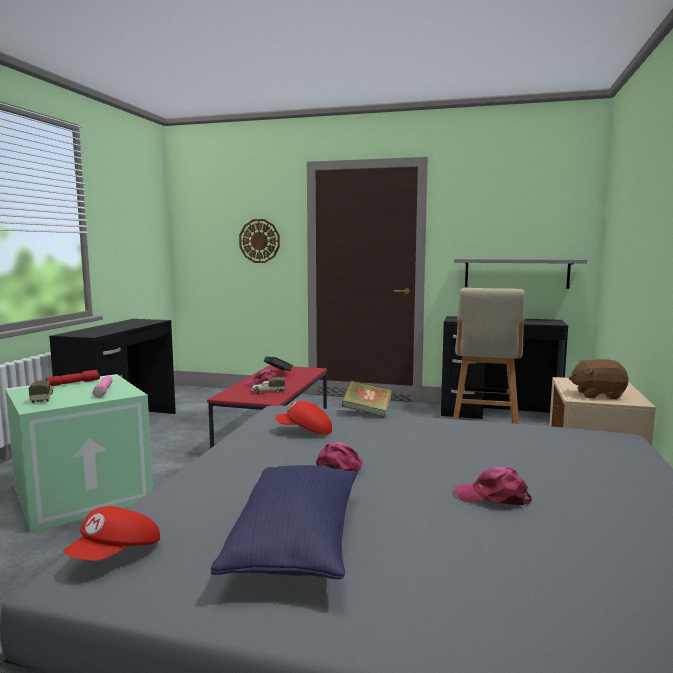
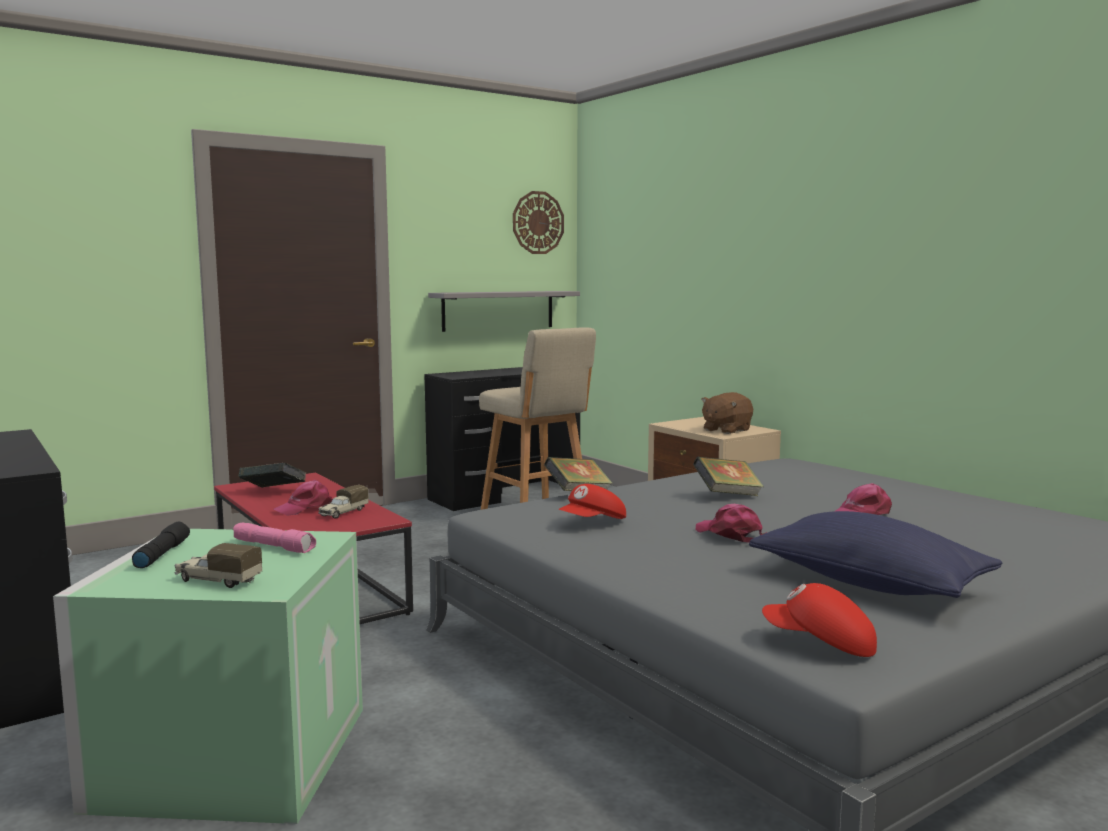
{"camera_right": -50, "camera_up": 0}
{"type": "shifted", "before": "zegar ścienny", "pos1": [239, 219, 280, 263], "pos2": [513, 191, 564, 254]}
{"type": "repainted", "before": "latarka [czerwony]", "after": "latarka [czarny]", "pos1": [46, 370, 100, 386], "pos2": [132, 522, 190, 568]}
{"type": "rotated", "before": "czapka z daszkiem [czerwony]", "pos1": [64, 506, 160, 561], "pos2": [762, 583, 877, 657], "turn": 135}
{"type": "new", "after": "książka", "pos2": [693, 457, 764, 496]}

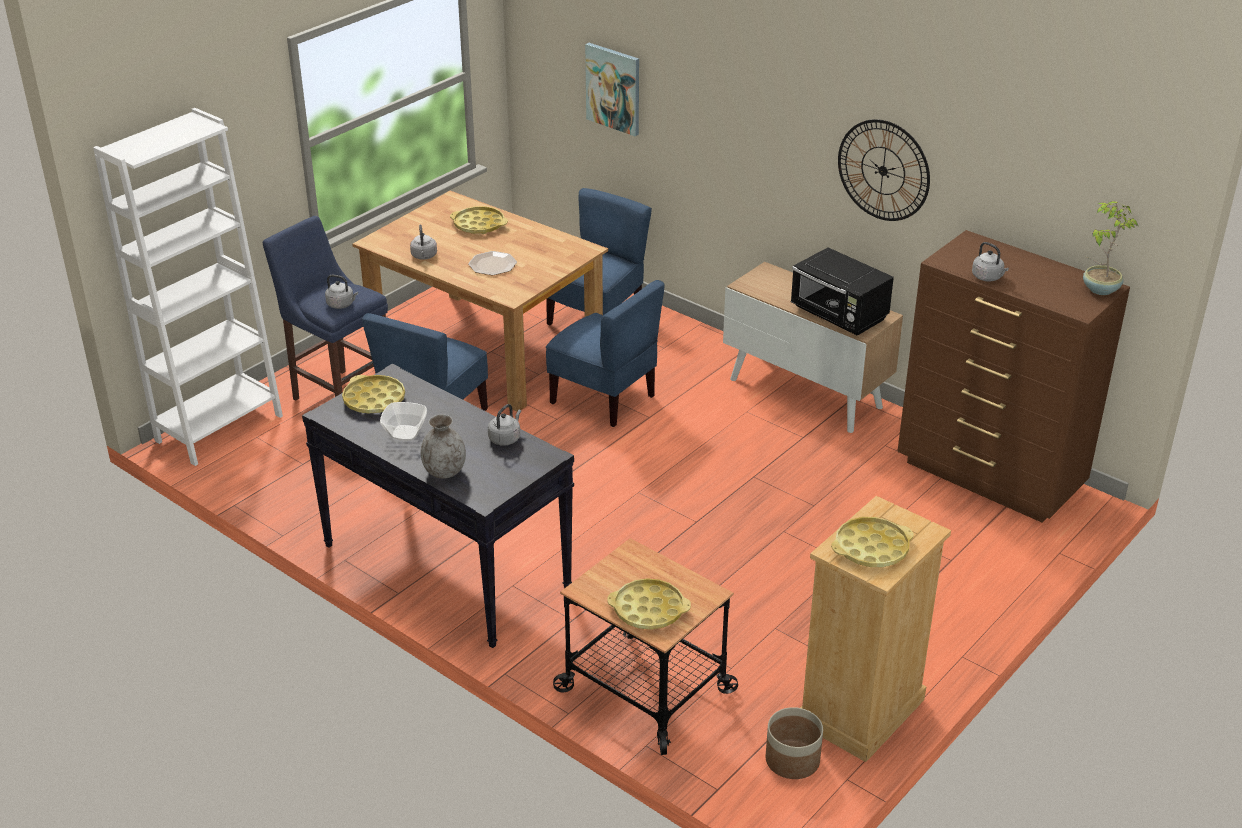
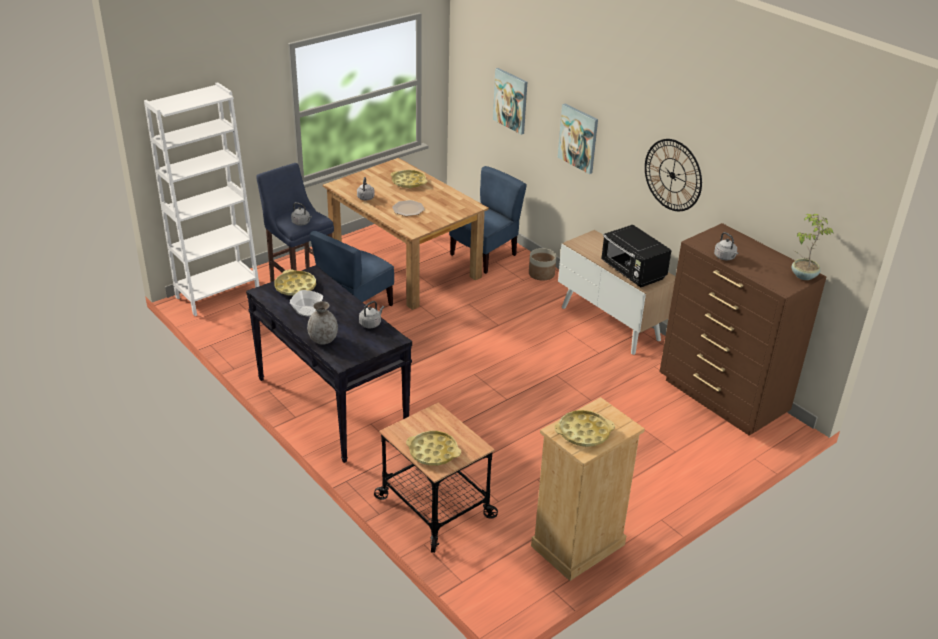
{"camera_right": 10, "camera_up": 0}
{"type": "gone", "before": "krzesło [niebieski]", "pos1": [546, 280, 665, 427]}
{"type": "shifted", "before": "donica", "pos1": [765, 707, 823, 779], "pos2": [529, 248, 557, 281]}
{"type": "new", "after": "obraz", "pos2": [558, 104, 598, 174]}

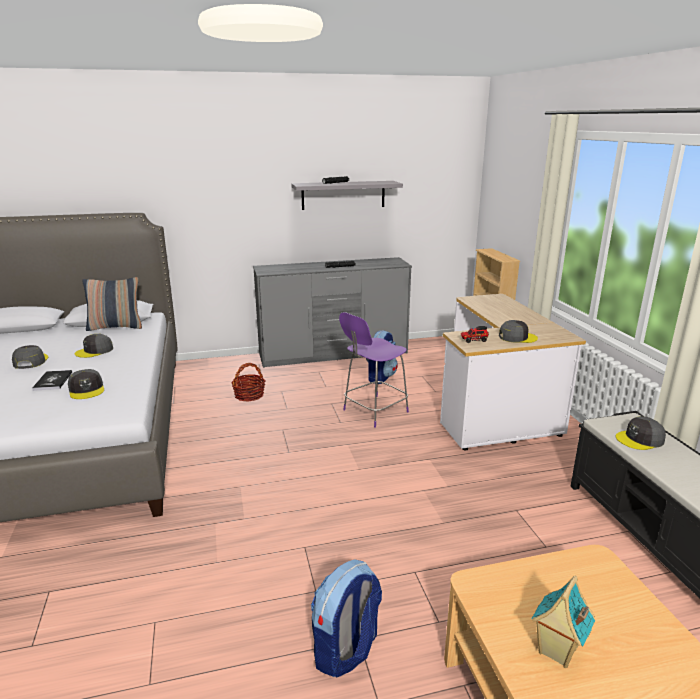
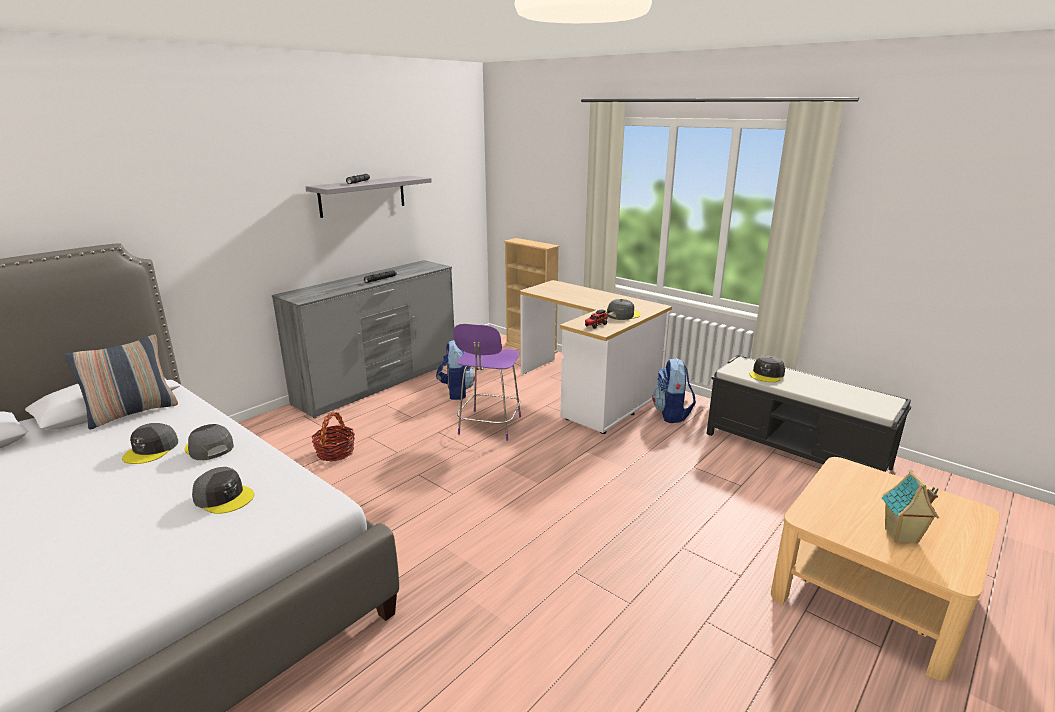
{"camera_right": -35, "camera_up": 0}
{"type": "shifted", "before": "czapka z daszkiem [szary]", "pos1": [12, 345, 48, 369], "pos2": [184, 424, 234, 460]}
{"type": "gone", "before": "książka", "pos1": [32, 370, 72, 391]}
{"type": "shifted", "before": "plecak", "pos1": [311, 559, 382, 677], "pos2": [652, 358, 696, 423]}

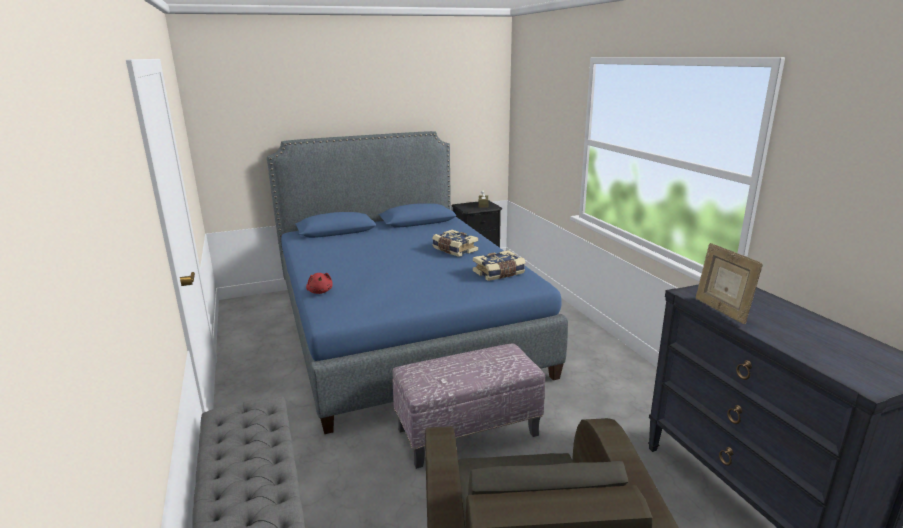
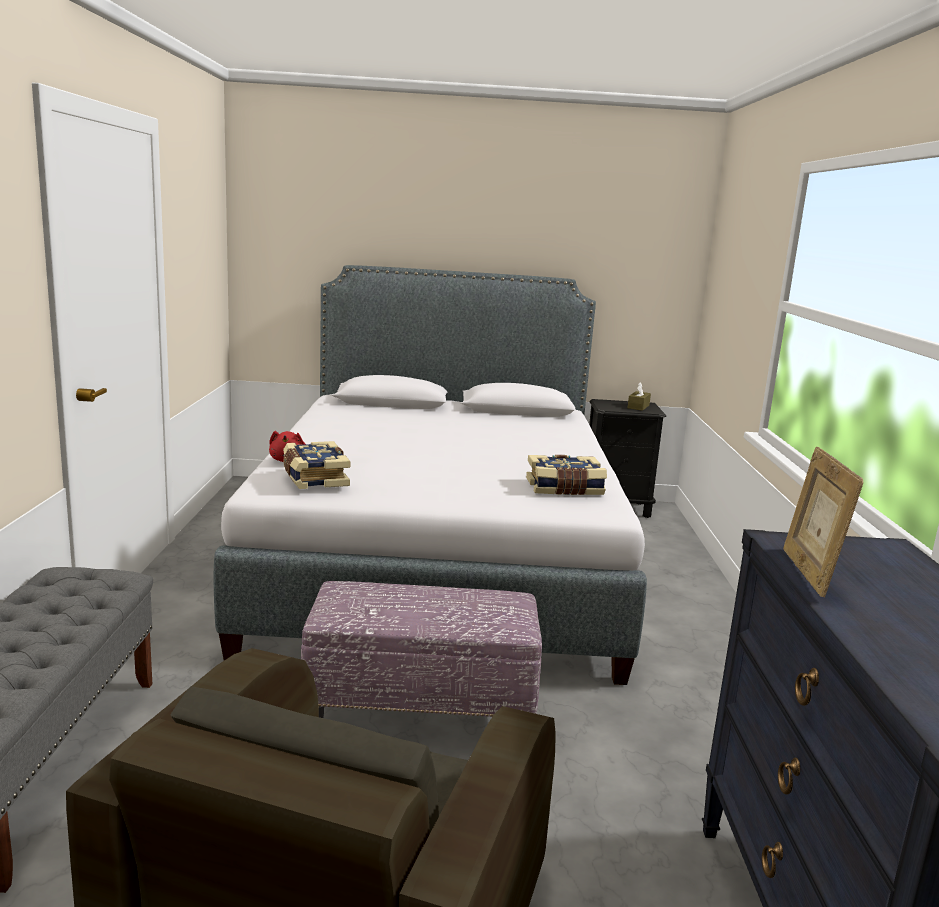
{"camera_right": 20, "camera_up": -5}
{"type": "repainted", "before": "łóżko [niebieski]", "after": "łóżko [szary]", "pos1": [267, 131, 568, 434], "pos2": [214, 265, 647, 685]}
{"type": "shifted", "before": "książka", "pos1": [432, 230, 478, 257], "pos2": [283, 441, 350, 489]}

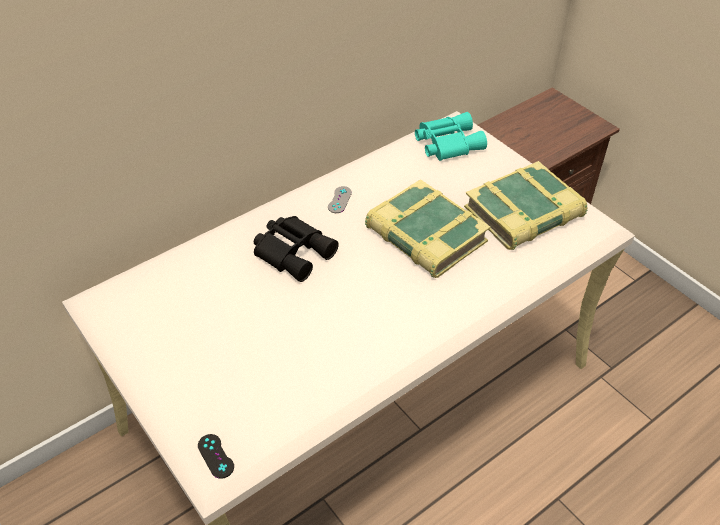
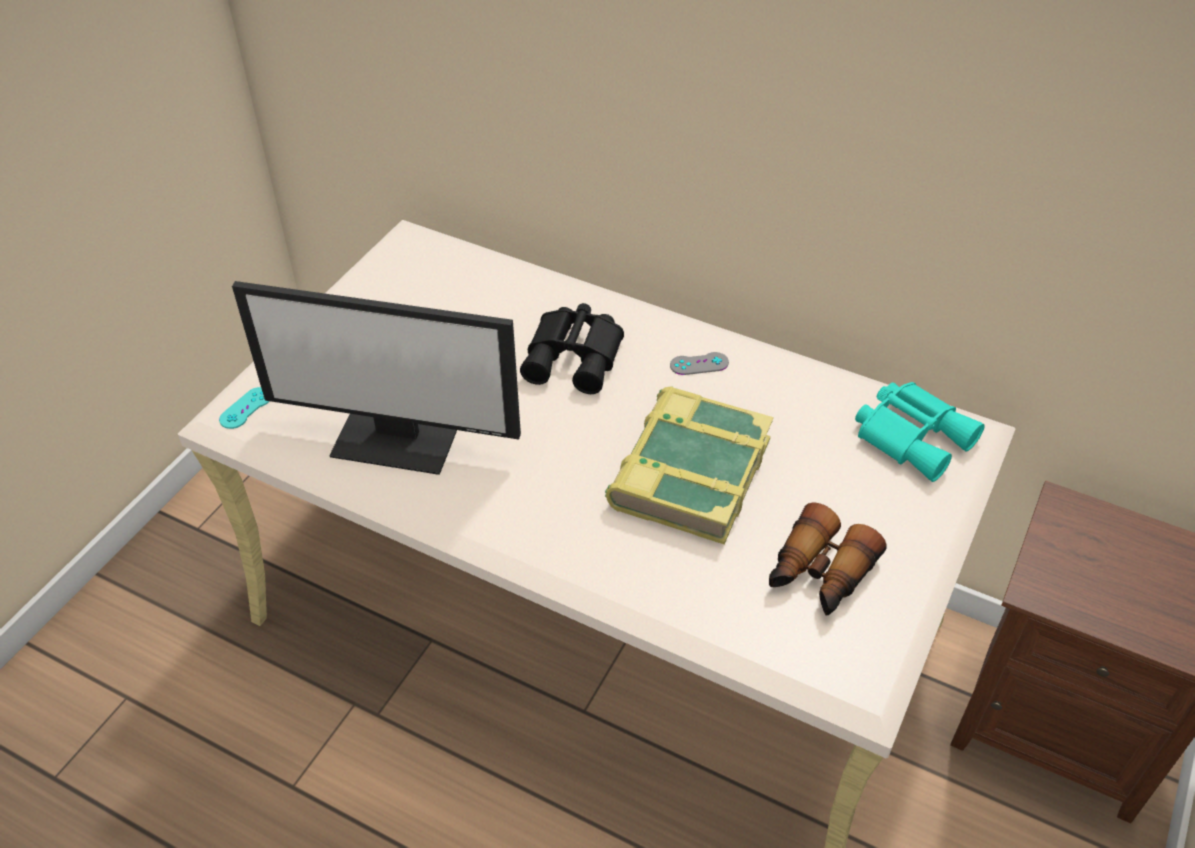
{"camera_right": 65, "camera_up": 0}
{"type": "swapped", "before": "książka", "after": "lornetka", "pos1": [464, 161, 588, 250], "pos2": [769, 502, 887, 615]}
{"type": "repainted", "before": "pad do gier [czarny]", "after": "pad do gier [turkusowy]", "pos1": [198, 434, 234, 479], "pos2": [219, 387, 270, 429]}
{"type": "new", "after": "monitor", "pos2": [232, 281, 521, 475]}

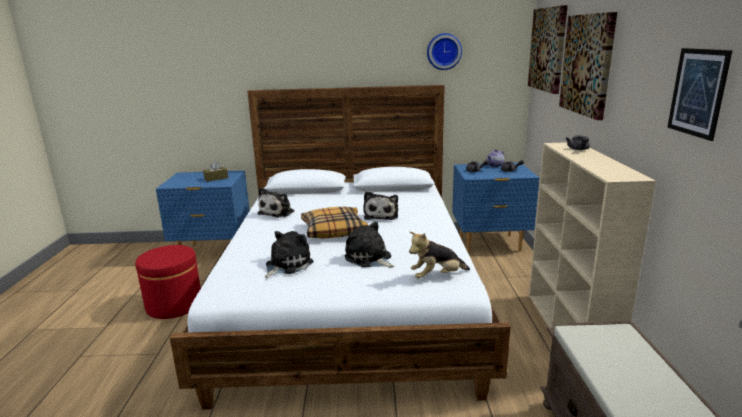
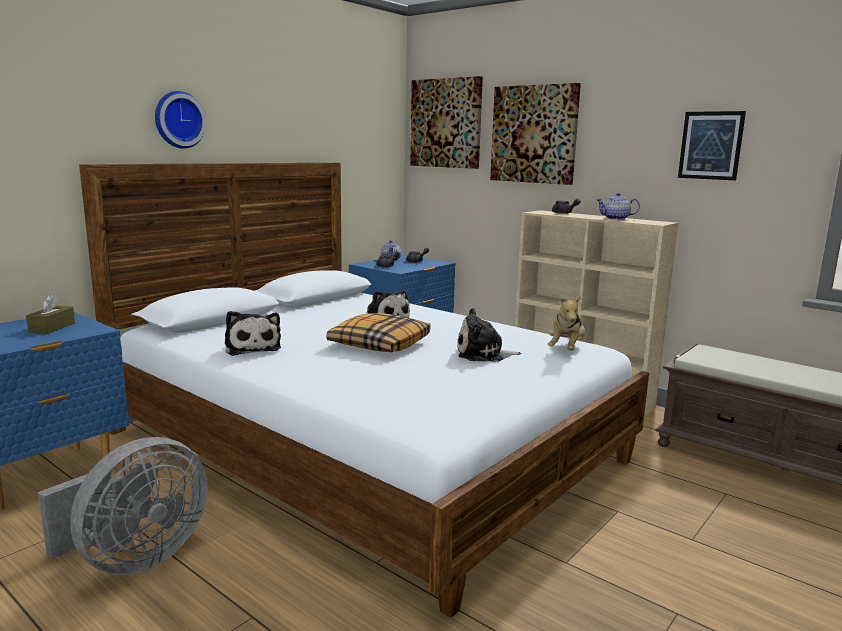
{"camera_right": -50, "camera_up": -5}
{"type": "shifted", "before": "zegar ścienny", "pos1": [427, 33, 462, 70], "pos2": [155, 91, 206, 149]}
{"type": "gone", "before": "pluszak", "pos1": [265, 231, 314, 278]}
{"type": "swapped", "before": "pufa [czerwony]", "after": "wentylator [szary]", "pos1": [135, 245, 201, 319], "pos2": [38, 437, 208, 575]}
{"type": "new", "after": "imbryk", "pos2": [596, 193, 640, 220]}

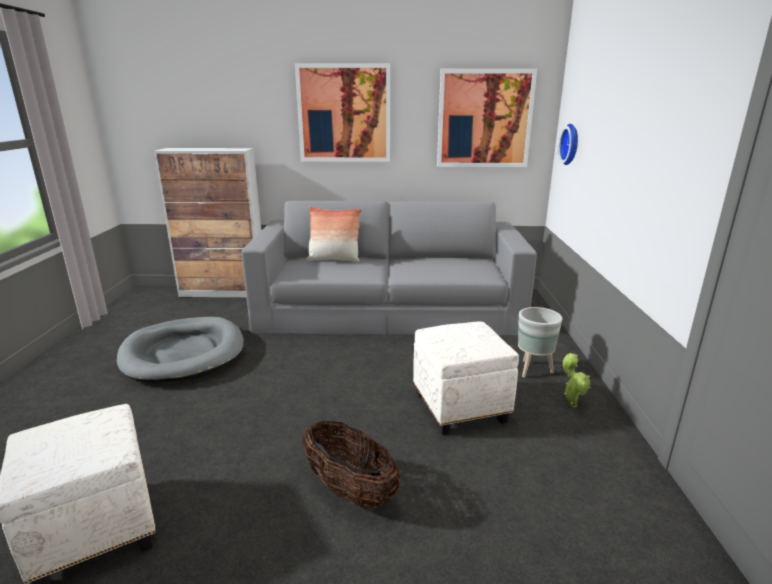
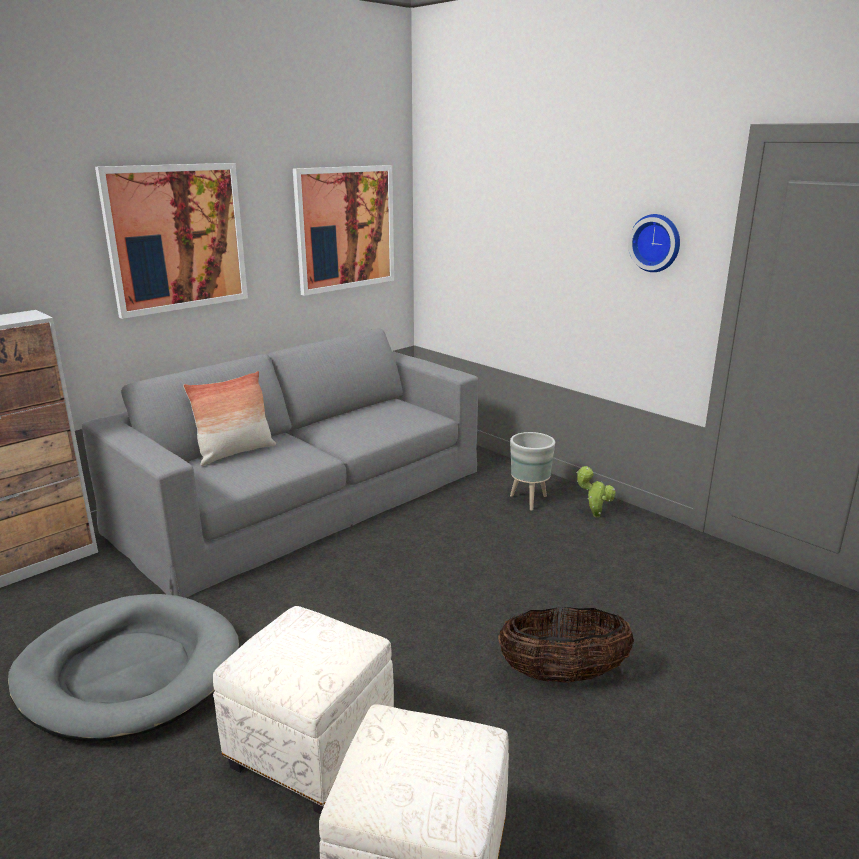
{"camera_right": -45, "camera_up": 0}
{"type": "shifted", "before": "zegar ścienny", "pos1": [559, 124, 578, 165], "pos2": [628, 214, 680, 272]}
{"type": "shifted", "before": "pufa [biały]", "pos1": [413, 321, 519, 435], "pos2": [213, 606, 394, 815]}

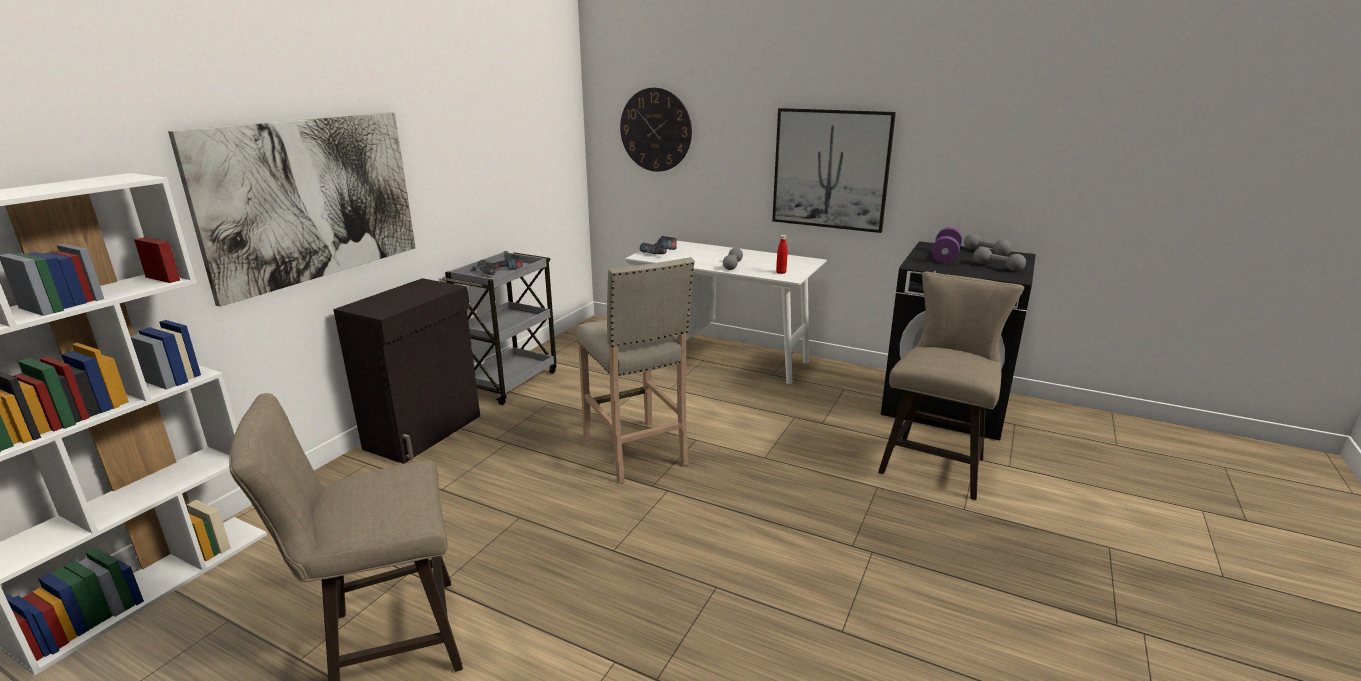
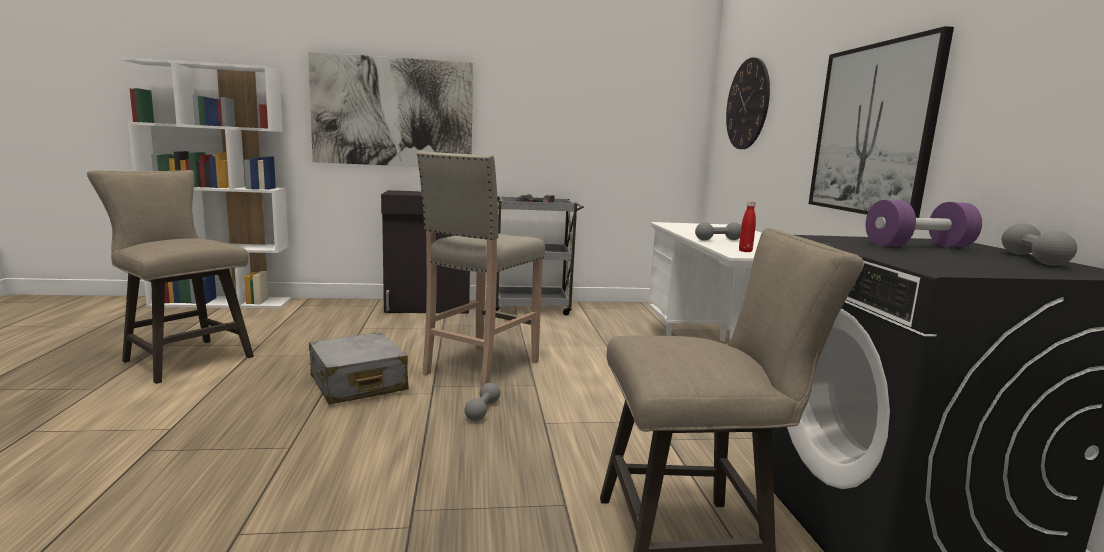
{"camera_right": 55, "camera_up": -10}
{"type": "gone", "before": "wiertarka", "pos1": [639, 236, 677, 254]}
{"type": "shifted", "before": "hantel [szary]", "pos1": [973, 247, 1026, 272], "pos2": [465, 383, 500, 421]}
{"type": "new", "after": "walizka [szary]", "pos2": [309, 332, 409, 405]}

